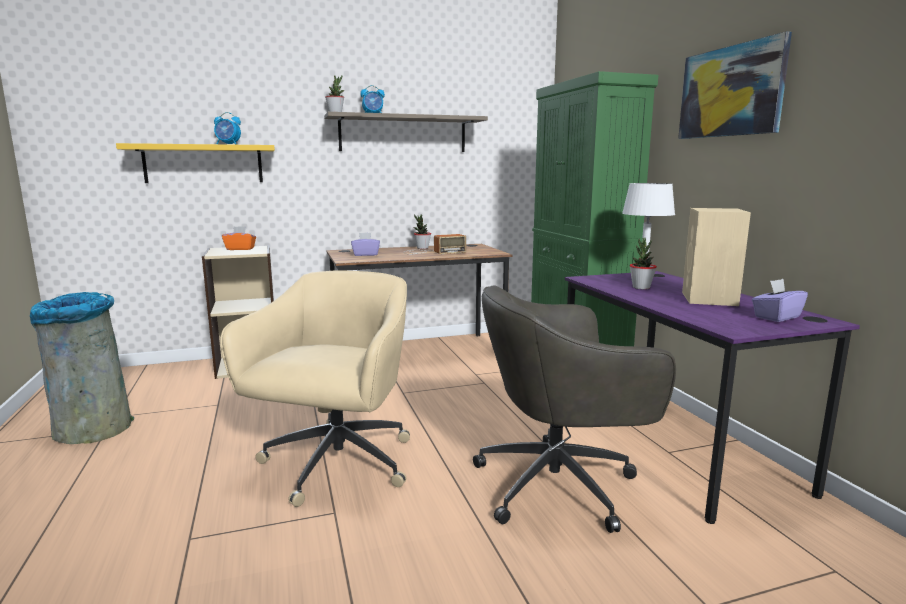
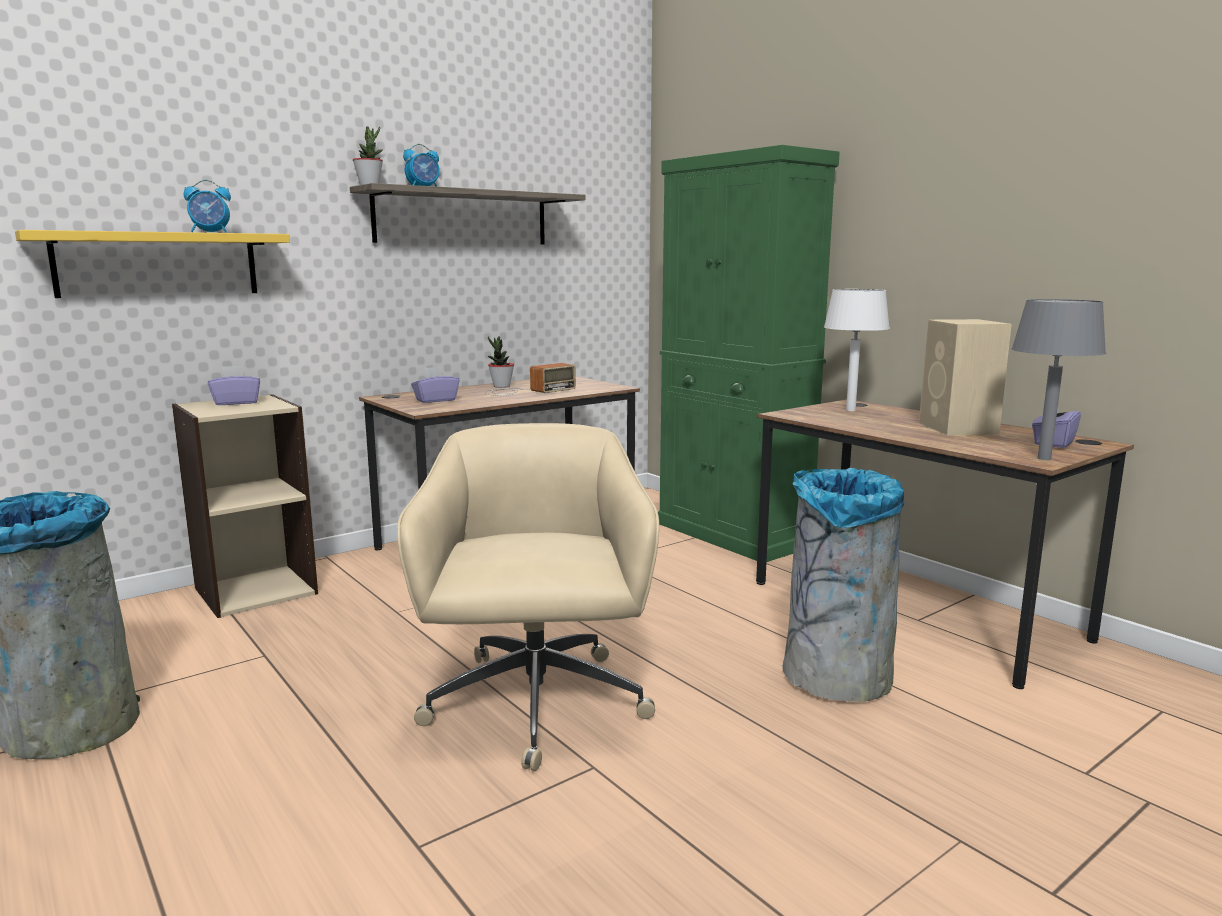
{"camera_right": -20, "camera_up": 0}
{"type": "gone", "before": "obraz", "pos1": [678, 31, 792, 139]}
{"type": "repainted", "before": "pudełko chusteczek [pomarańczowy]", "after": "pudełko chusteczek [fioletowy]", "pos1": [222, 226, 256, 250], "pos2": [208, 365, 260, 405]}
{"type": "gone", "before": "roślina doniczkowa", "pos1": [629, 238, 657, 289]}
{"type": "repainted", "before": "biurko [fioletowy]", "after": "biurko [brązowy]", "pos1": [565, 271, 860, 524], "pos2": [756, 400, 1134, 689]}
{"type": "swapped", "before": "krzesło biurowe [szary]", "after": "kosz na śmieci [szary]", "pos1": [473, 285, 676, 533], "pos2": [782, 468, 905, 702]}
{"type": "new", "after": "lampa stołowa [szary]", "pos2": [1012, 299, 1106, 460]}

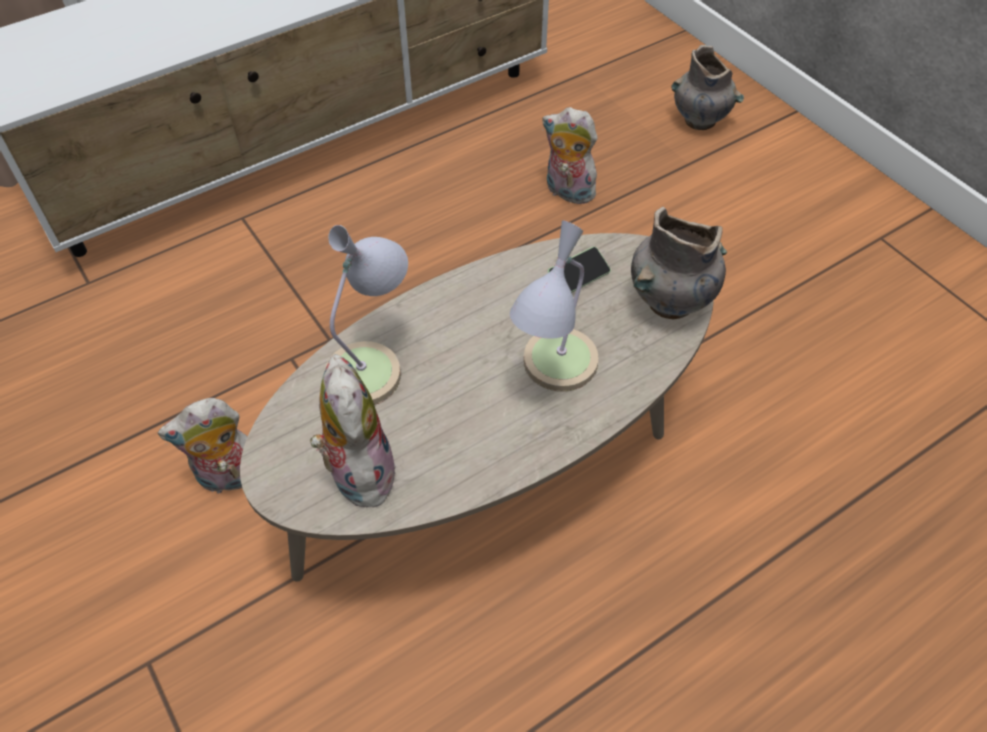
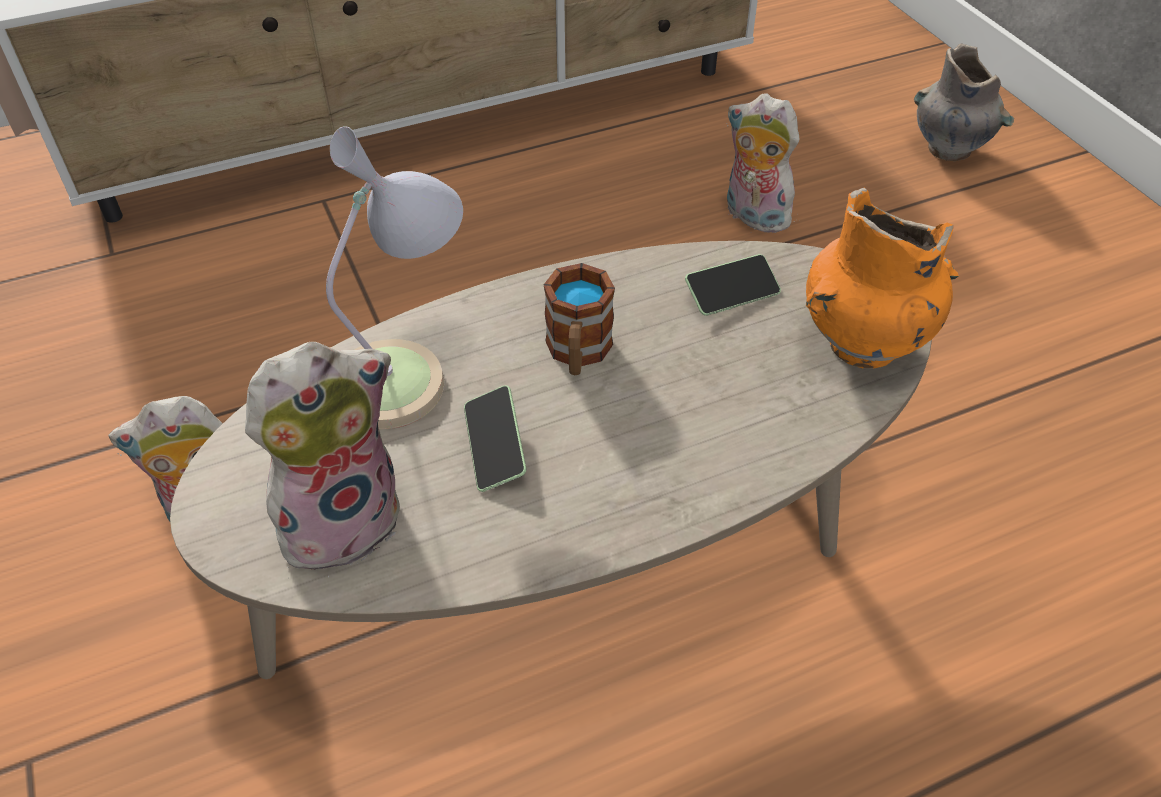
{"camera_right": 10, "camera_up": -5}
{"type": "repainted", "before": "wazon [szary]", "after": "wazon [pomarańczowy]", "pos1": [631, 206, 727, 319], "pos2": [806, 188, 959, 369]}
{"type": "gone", "before": "lampa stołowa", "pos1": [510, 220, 598, 392]}
{"type": "rotated", "before": "pluszak", "pos1": [310, 354, 399, 508], "pos2": [245, 342, 400, 579], "turn": 60}
{"type": "new", "after": "kubek", "pos2": [544, 263, 615, 375]}
{"type": "new", "after": "telefon", "pos2": [464, 385, 526, 492]}

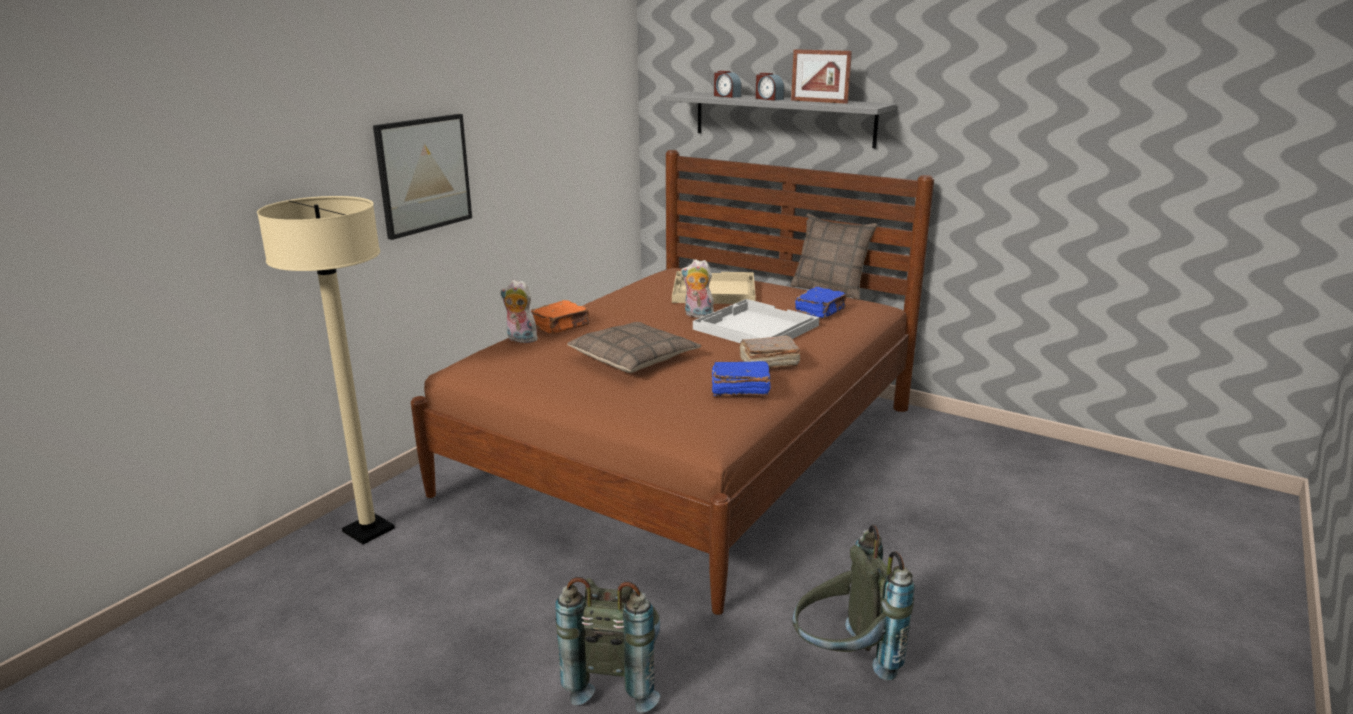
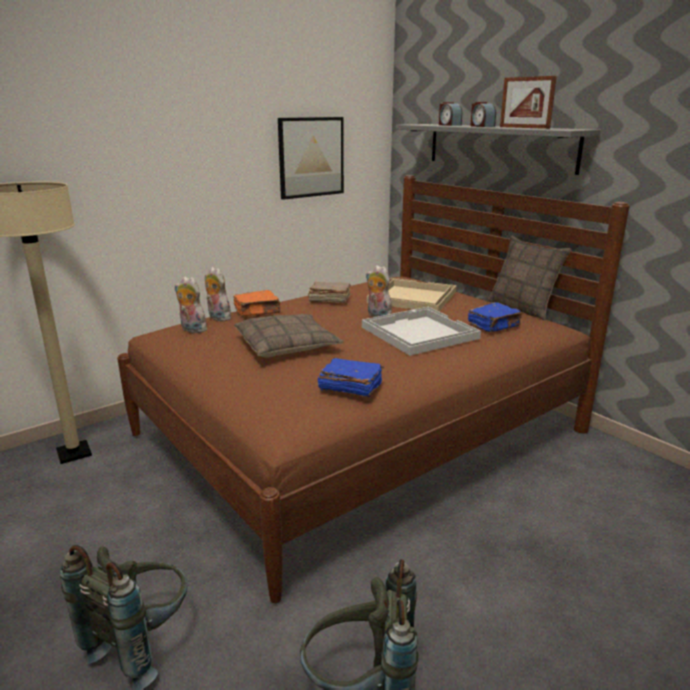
{"camera_right": 20, "camera_up": 0}
{"type": "shifted", "before": "obraz", "pos1": [373, 114, 472, 240], "pos2": [278, 117, 344, 200]}
{"type": "shifted", "before": "książka [brązowy]", "pos1": [739, 336, 801, 368], "pos2": [308, 282, 351, 303]}
{"type": "new", "after": "pluszak", "pos2": [175, 276, 207, 334]}

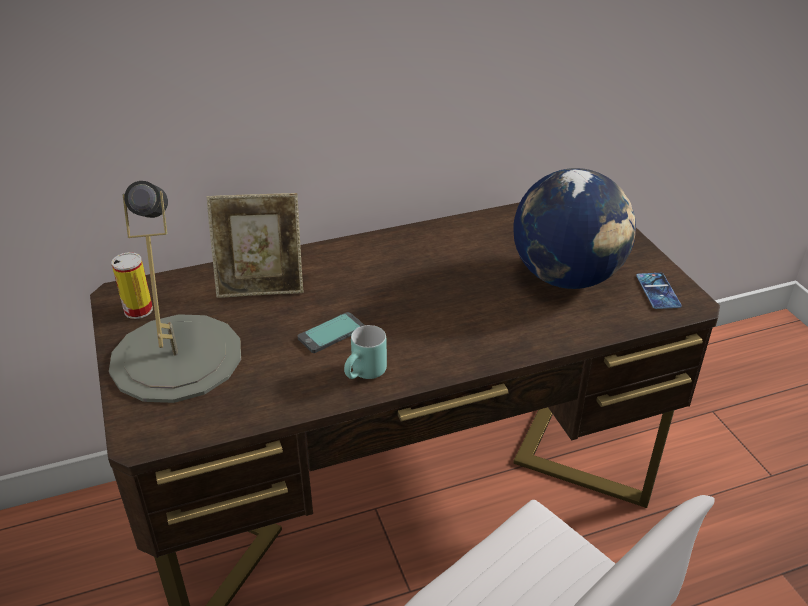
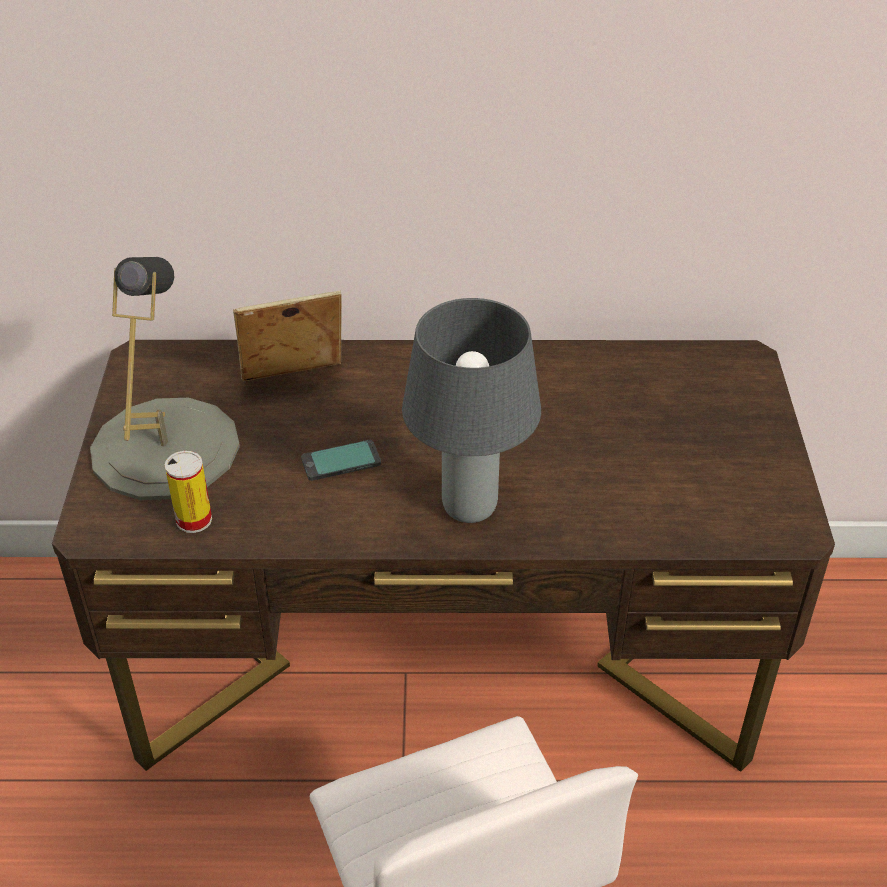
{"camera_right": 20, "camera_up": 5}
{"type": "gone", "before": "globus", "pos1": [513, 168, 636, 289]}
{"type": "rotated", "before": "ramka na zdjęcie", "pos1": [207, 193, 304, 298], "pos2": [233, 291, 342, 382], "turn": 150}
{"type": "shifted", "before": "puszka", "pos1": [112, 252, 153, 319], "pos2": [164, 451, 212, 533]}
{"type": "gone", "before": "telefon", "pos1": [636, 273, 682, 309]}
{"type": "gone", "before": "kubek [turkusowy]", "pos1": [344, 325, 387, 379]}
{"type": "new", "after": "lampa stołowa [szary]", "pos2": [402, 298, 541, 523]}

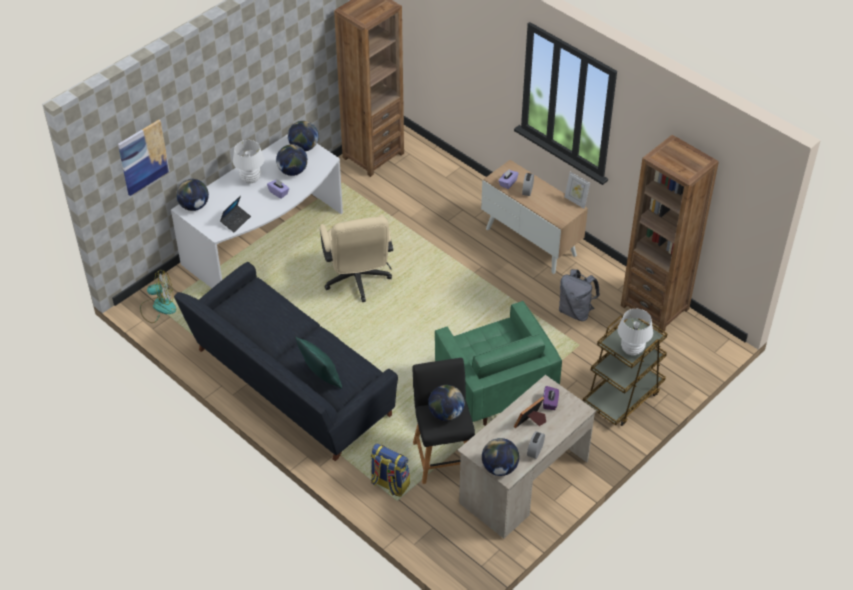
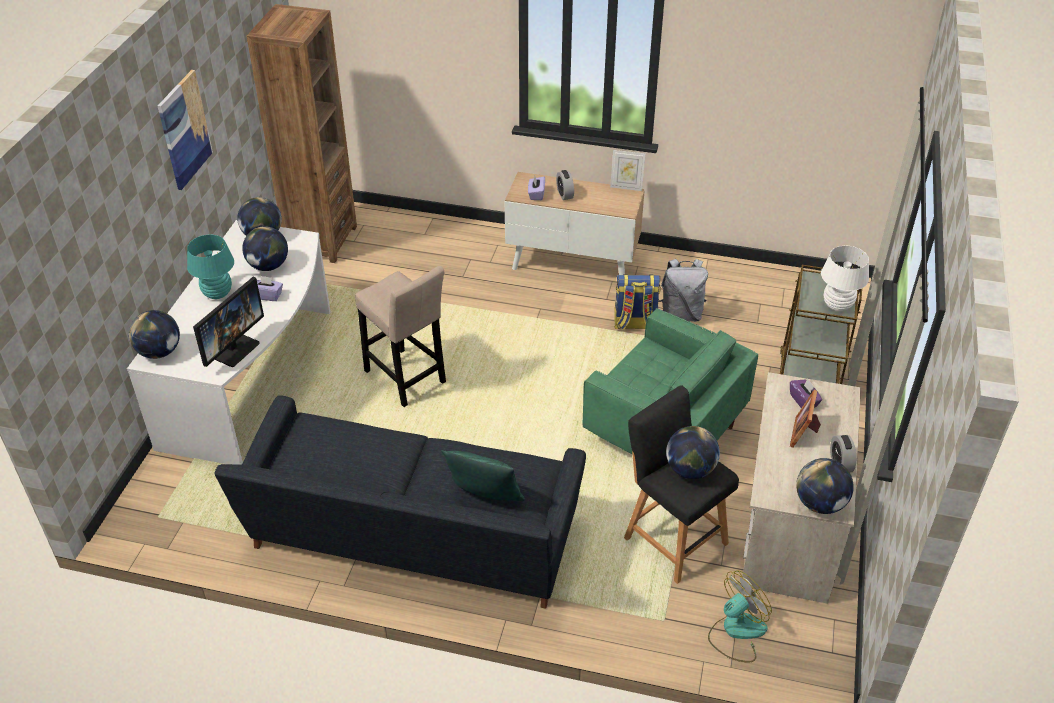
{"camera_right": -30, "camera_up": -5}
{"type": "shifted", "before": "obraz", "pos1": [118, 120, 170, 196], "pos2": [158, 70, 213, 190]}
{"type": "gone", "before": "regał [brązowy]", "pos1": [621, 135, 719, 333]}
{"type": "repainted", "before": "lampa stołowa [biały]", "after": "lampa stołowa [turkusowy]", "pos1": [233, 140, 264, 183], "pos2": [187, 235, 234, 299]}
{"type": "swapped", "before": "laptop", "after": "monitor", "pos1": [220, 196, 251, 232], "pos2": [193, 277, 264, 367]}
{"type": "swapped", "before": "krzesło biurowe [beżowy]", "after": "stołek [beżowy]", "pos1": [320, 214, 393, 302], "pos2": [355, 266, 446, 407]}
{"type": "shifted", "before": "wentylator", "pos1": [140, 270, 176, 323], "pos2": [708, 570, 772, 662]}
{"type": "shifted", "before": "plecak", "pos1": [371, 443, 410, 497], "pos2": [614, 274, 661, 330]}

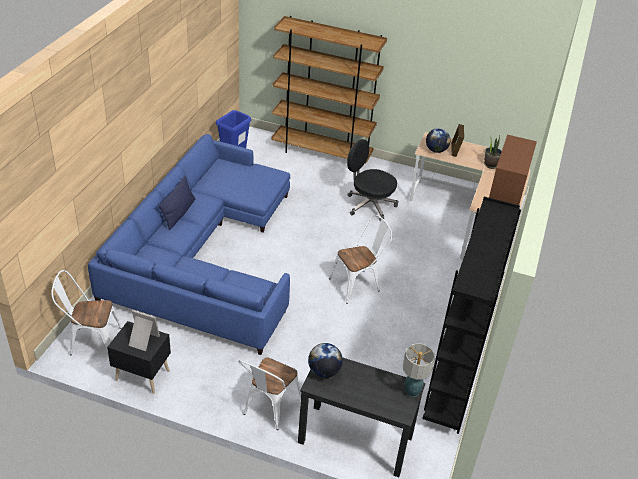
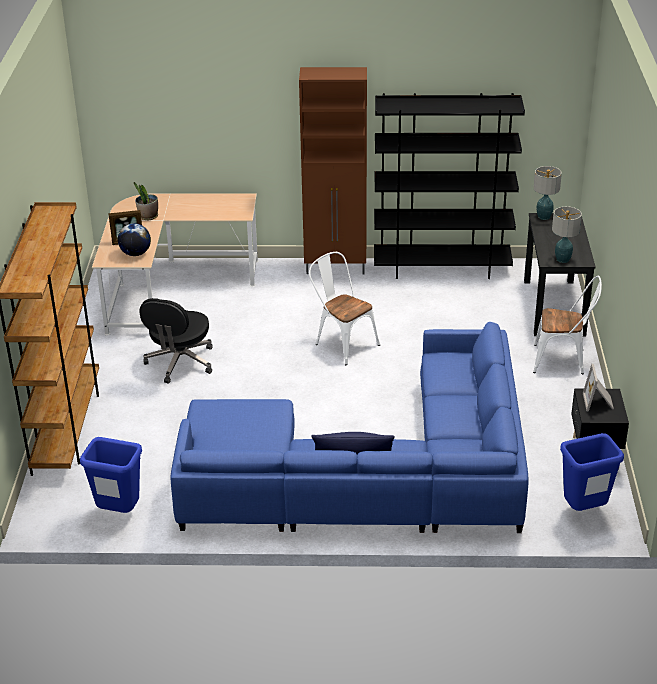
{"camera_right": -105, "camera_up": -5}
{"type": "swapped", "before": "krzesło [biały]", "after": "kosz na śmieci [niebieski]", "pos1": [51, 270, 122, 355], "pos2": [560, 433, 624, 511]}
{"type": "swapped", "before": "globus", "after": "lampa stołowa", "pos1": [308, 343, 343, 378], "pos2": [552, 206, 582, 263]}

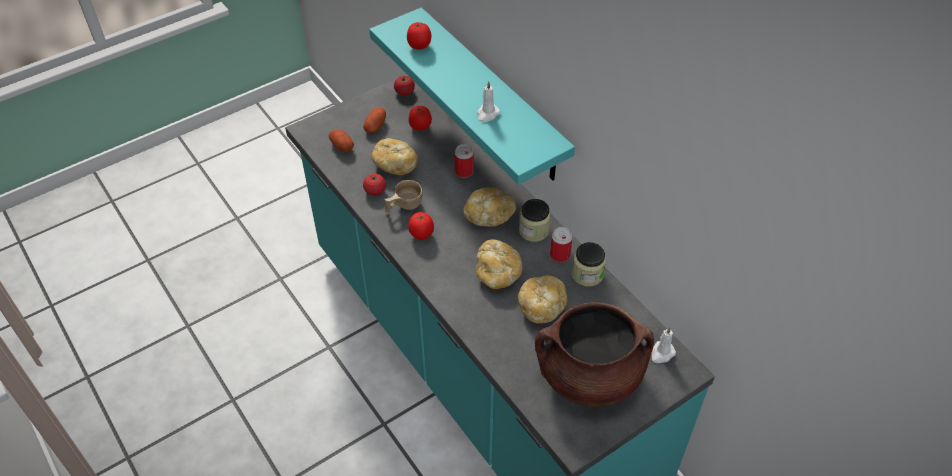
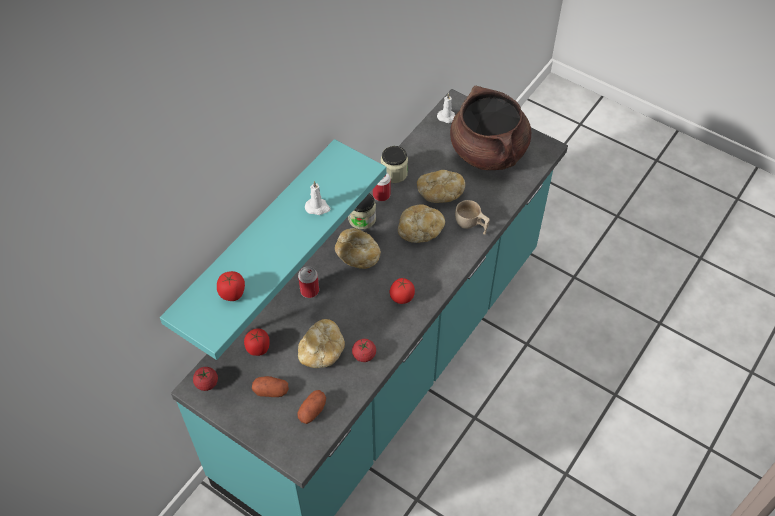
{"camera_right": -110, "camera_up": 5}
{"type": "shifted", "before": "filiżanka [beżowy]", "pos1": [384, 180, 422, 213], "pos2": [455, 200, 490, 235]}

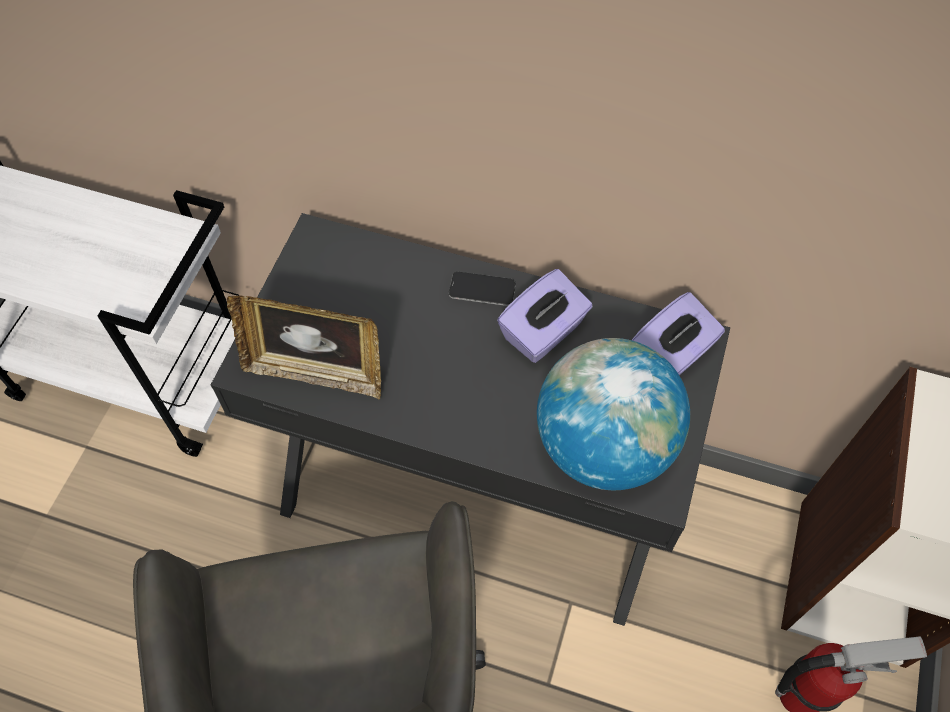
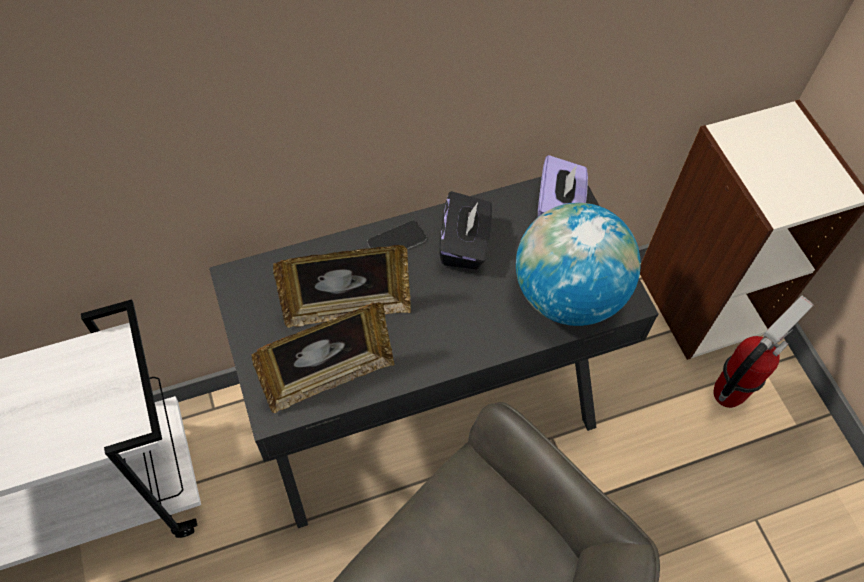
{"camera_right": -40, "camera_up": 0}
{"type": "repainted", "before": "pudełko chusteczek [fioletowy]", "after": "pudełko chusteczek [czarny]", "pos1": [497, 269, 593, 363], "pos2": [439, 191, 492, 269]}
{"type": "new", "after": "ramka na zdjęcie", "pos2": [273, 245, 411, 328]}

